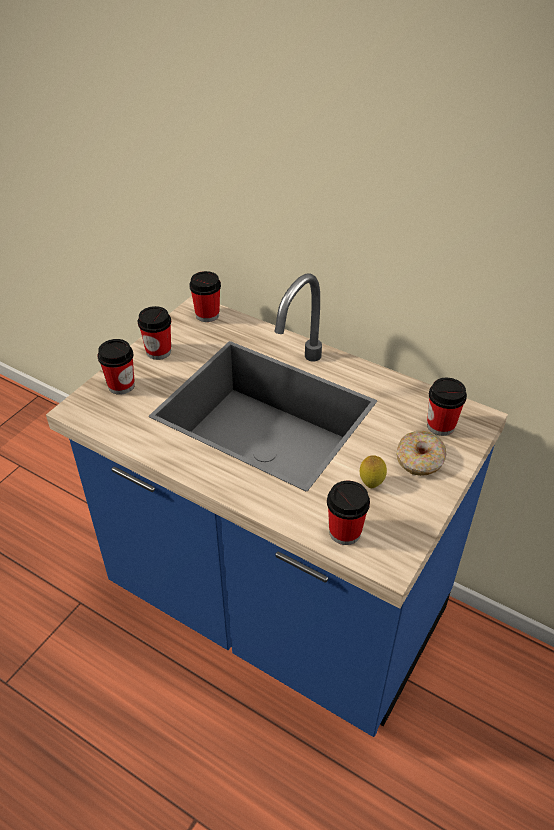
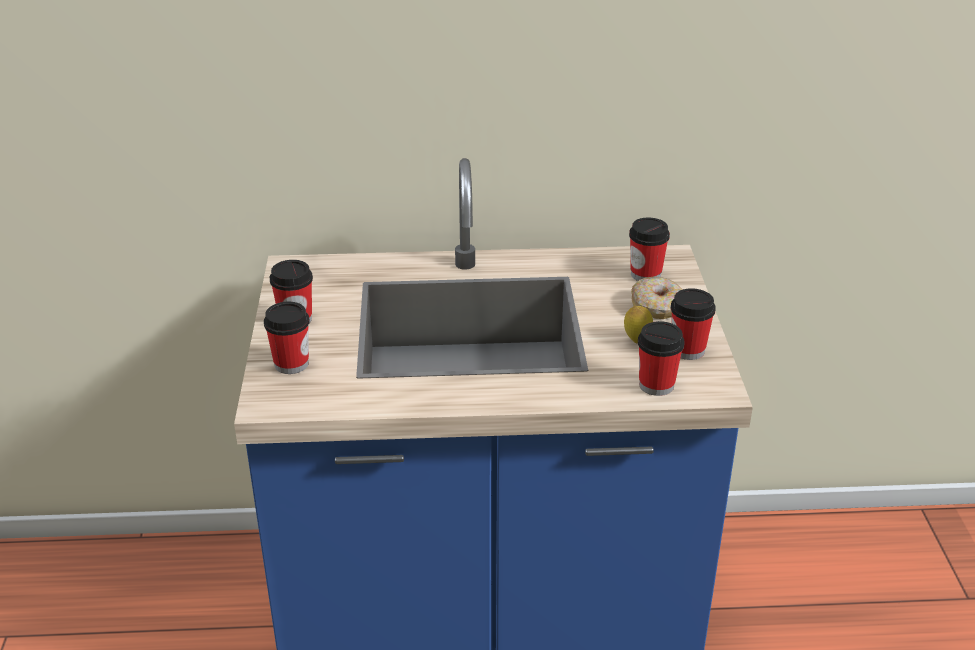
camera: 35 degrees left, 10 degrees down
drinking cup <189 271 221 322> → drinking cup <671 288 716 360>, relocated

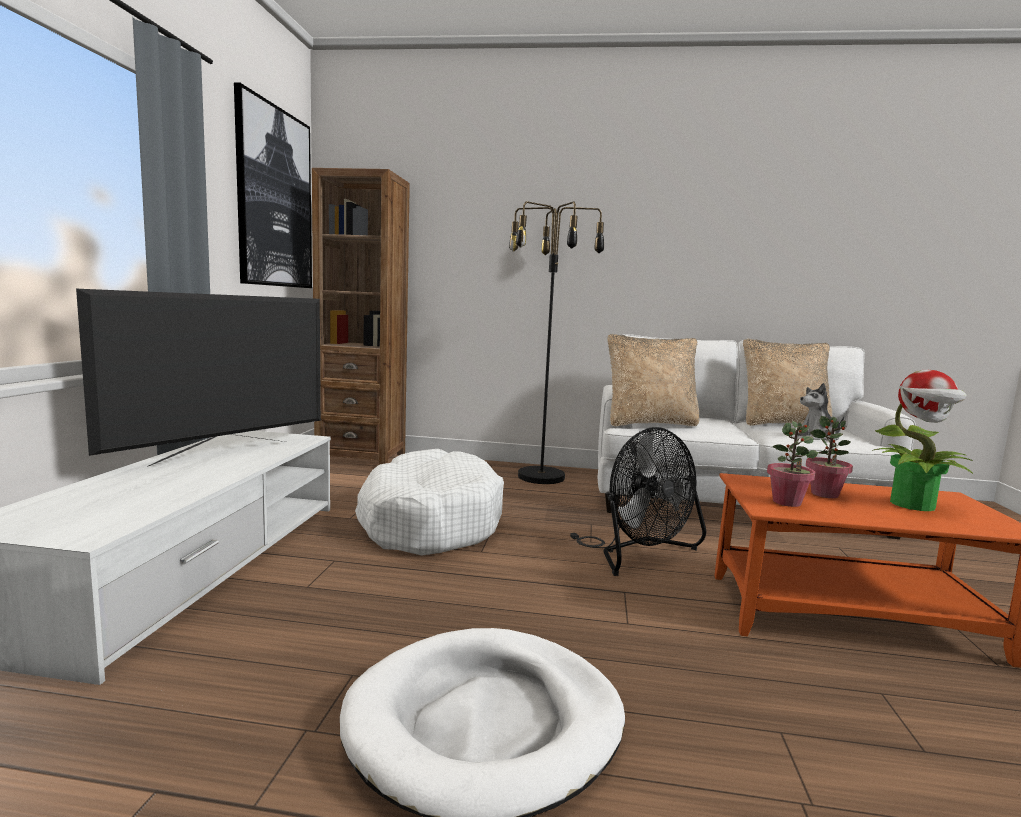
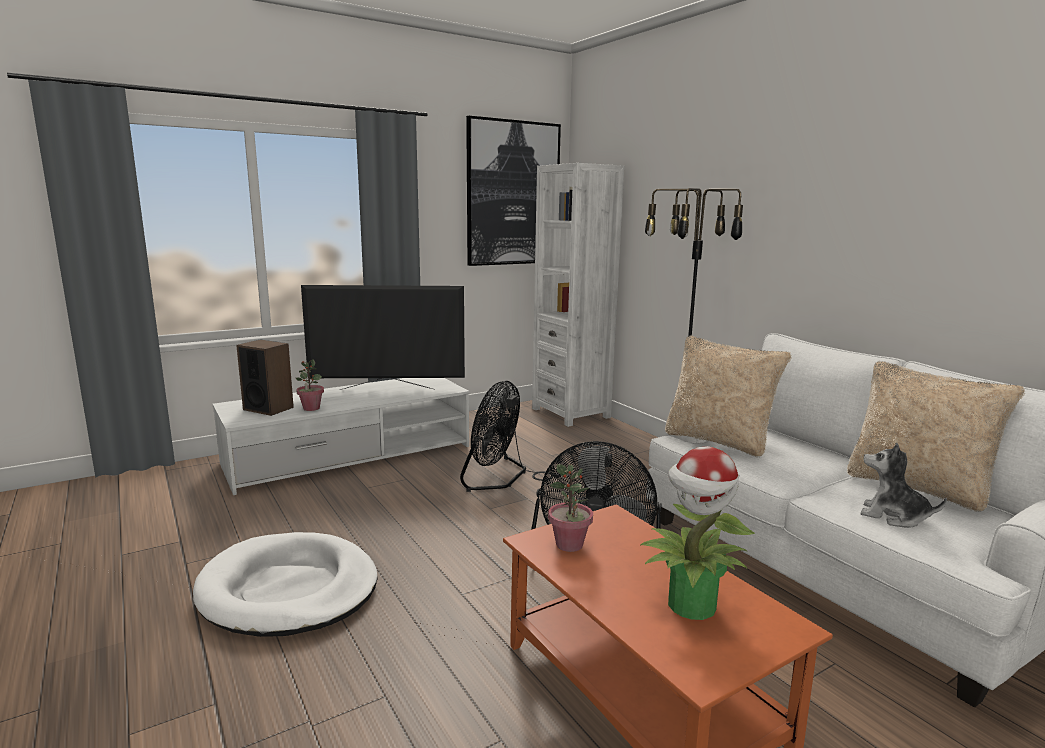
camera: 50 degrees right, 5 degrees up
brown-coloured shelving unit <312 168 410 464> → white-coloured shelving unit <532 163 624 427>
white-coloured pet bed <355 449 504 556> → black cooling fan <460 381 562 492>
potted plant <806 416 853 498> → potted plant <296 359 324 411>, relocated
- → audio speaker <236 340 294 416>

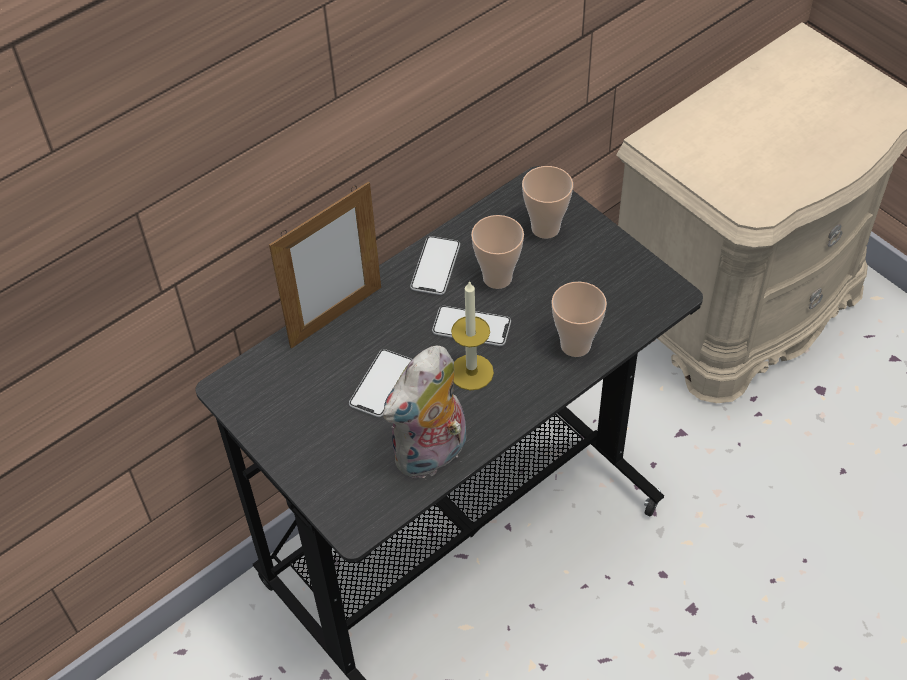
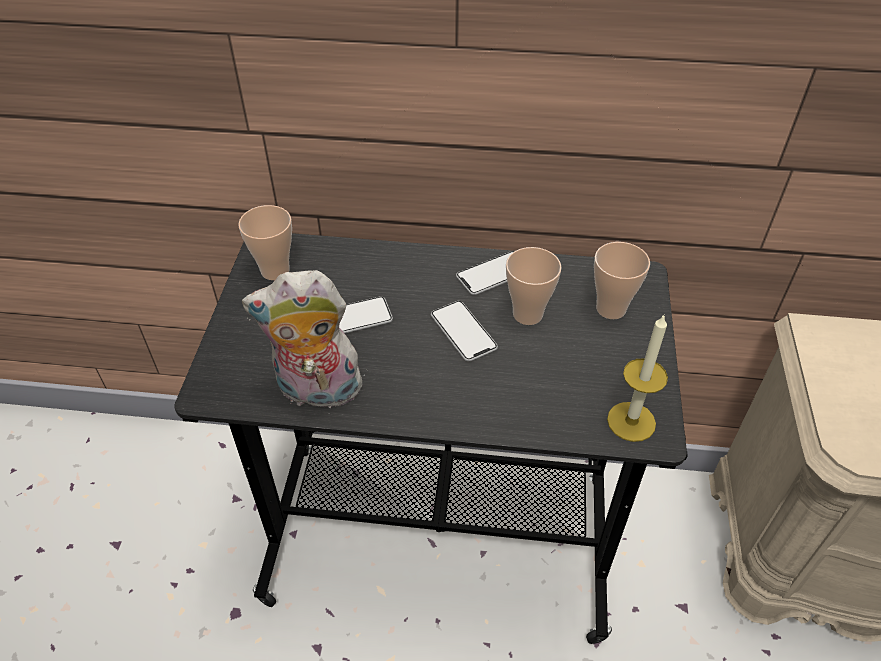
camera: 45 degrees right, 5 degrees down
picture frame <269 181 381 348> → -
wax light <451 280 494 390> → wax light <607 314 668 442>, relocated
drinking cup <551 282 607 357> → drinking cup <238 205 292 280>, relocated

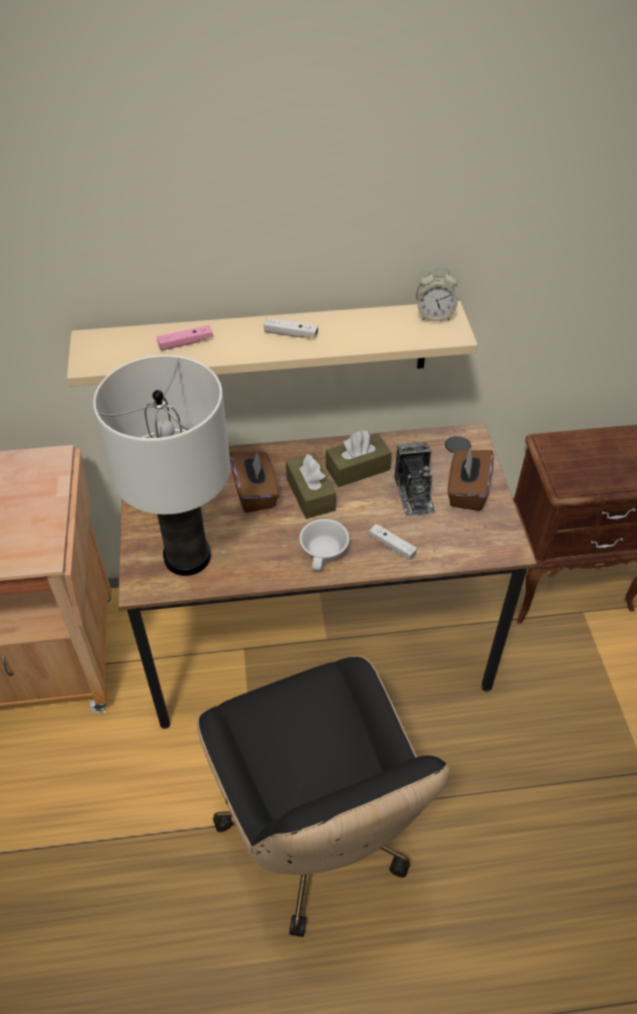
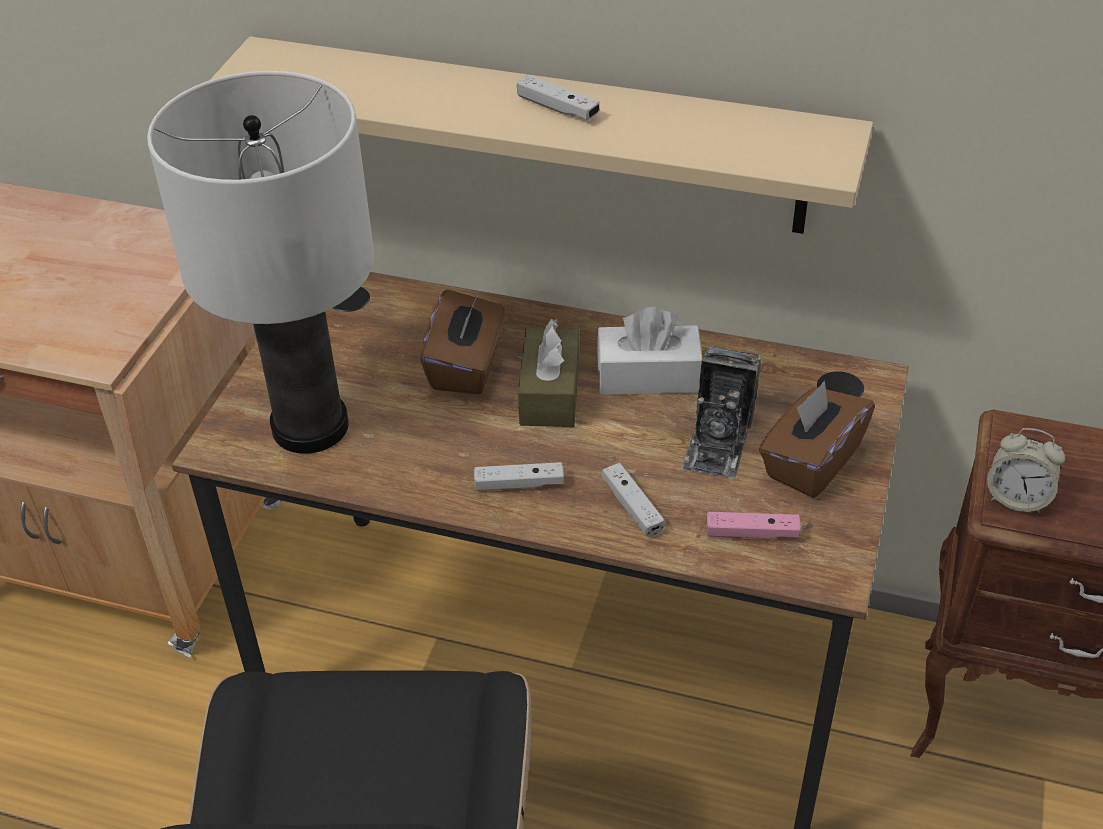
camera: 25 degrees right, 5 degrees down
pink game controller <157 325 213 350> → pink game controller <706 512 801 539>, relocated
white-coloured drinking cup <299 519 349 571> → white-coloured game controller <474 462 564 491>
brown-coloured box of tissues <326 431 392 487> → white-coloured box of tissues <597 307 702 395>
alarm clock <416 268 458 322> → alarm clock <987 428 1065 513>, relocated

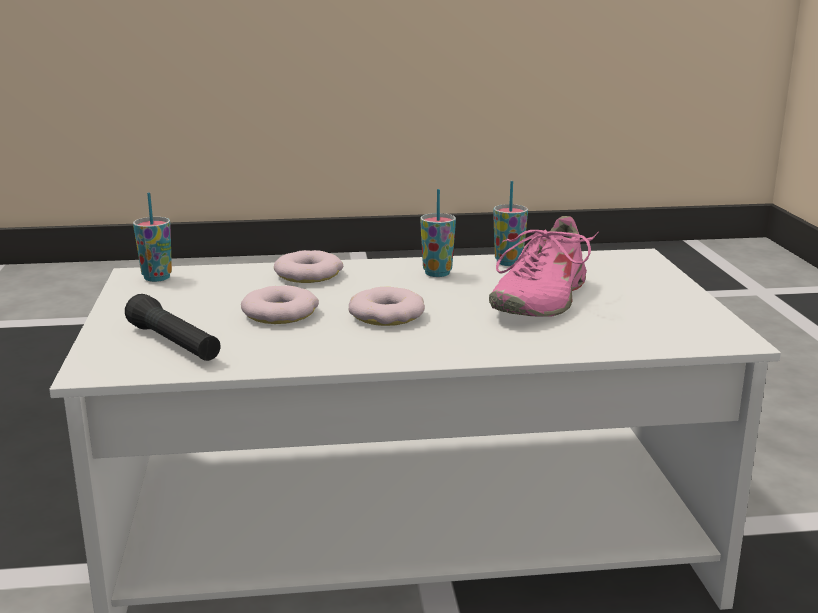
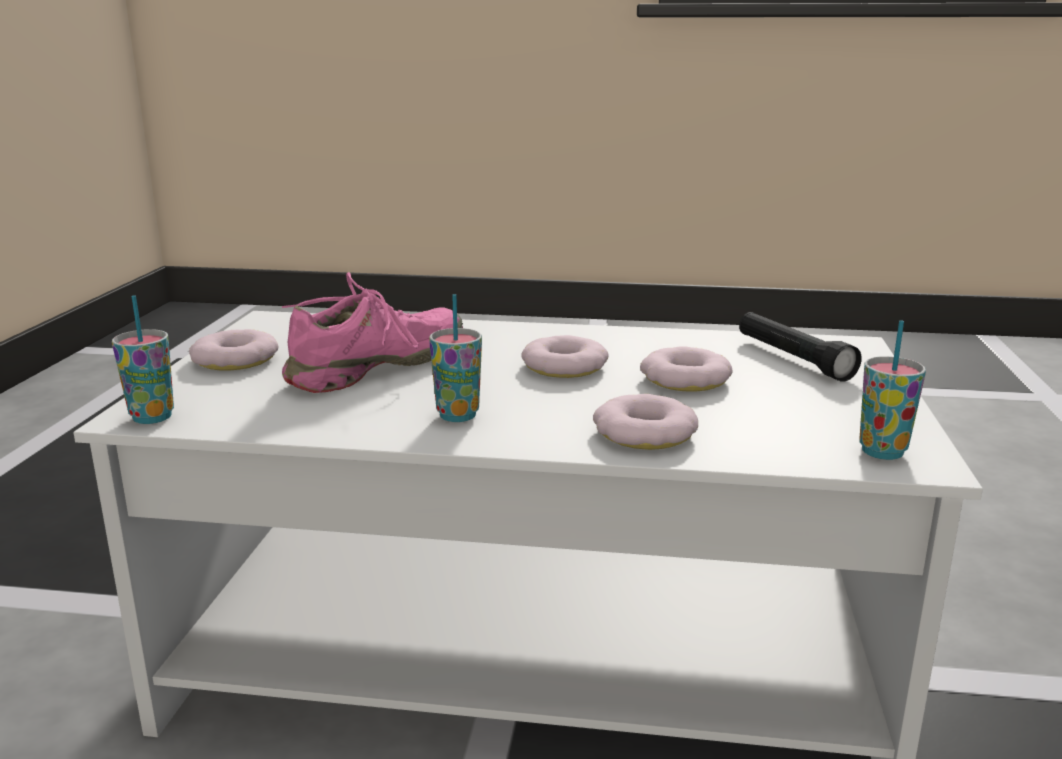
camera: 165 degrees left, 0 degrees up
drinking cup <493 181 528 266> → drinking cup <112 295 174 424>, relocated
- → doughnut <189 329 278 370>

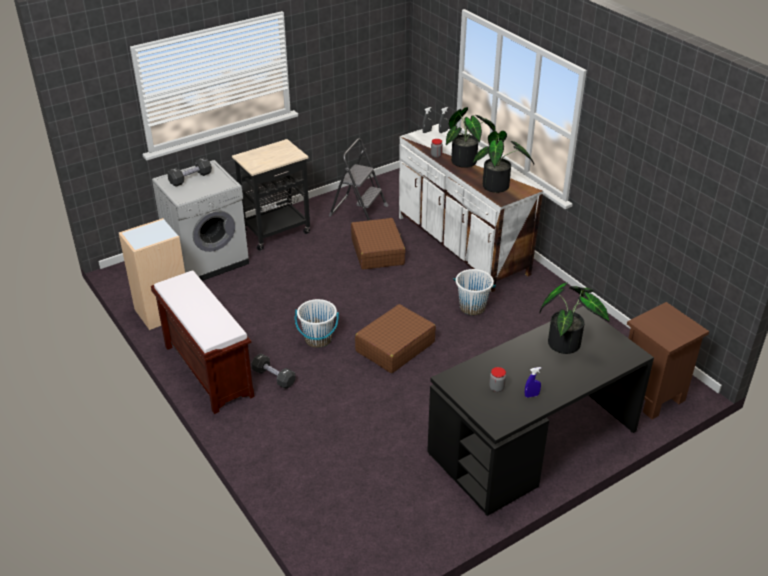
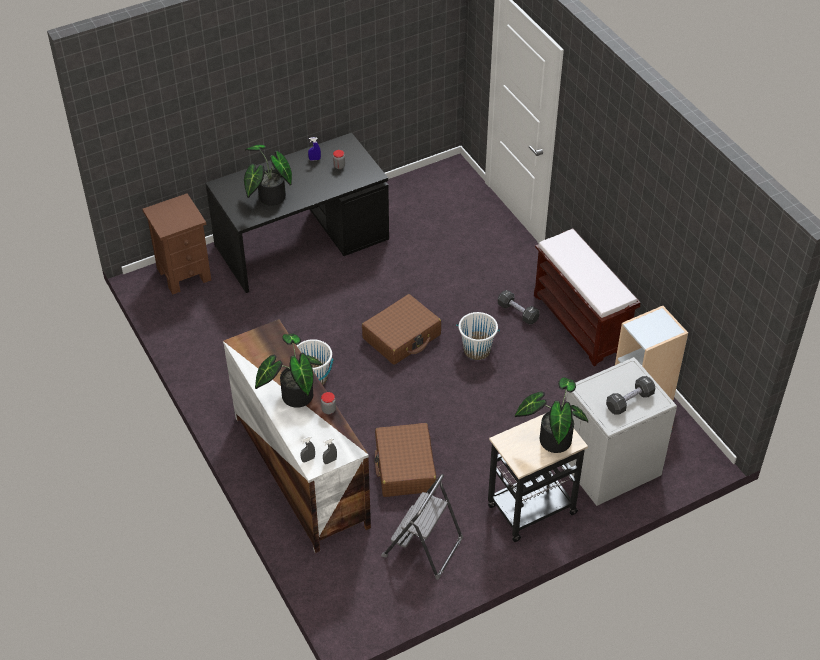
camera: 175 degrees left, 10 degrees up
potted plant <473 131 534 193> → potted plant <515 377 588 453>, relocated

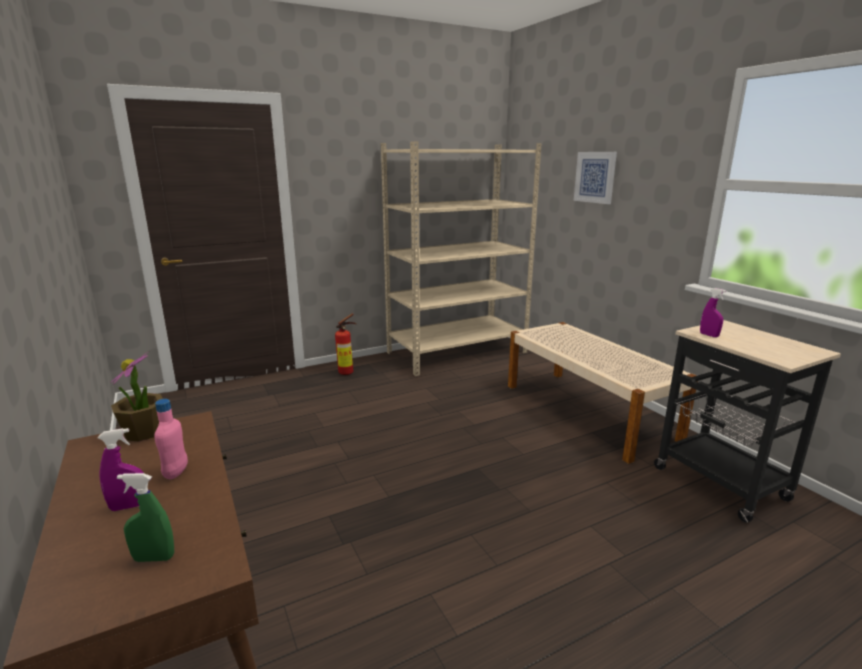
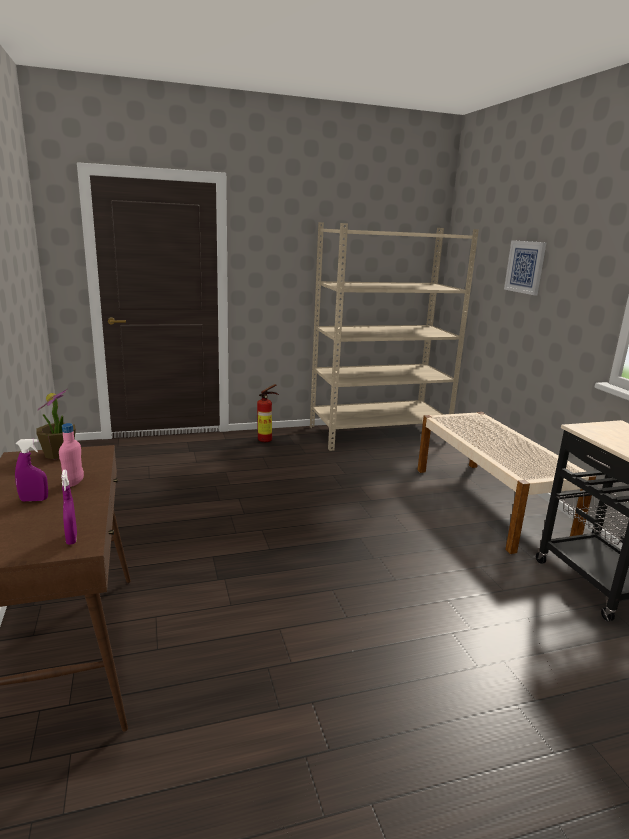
camera: 10 degrees right, 0 degrees up
green-coloured hand sprayer <117 473 174 562> → -
purplish hand sprayer <700 288 726 337> → purplish hand sprayer <61 469 77 545>, relocated

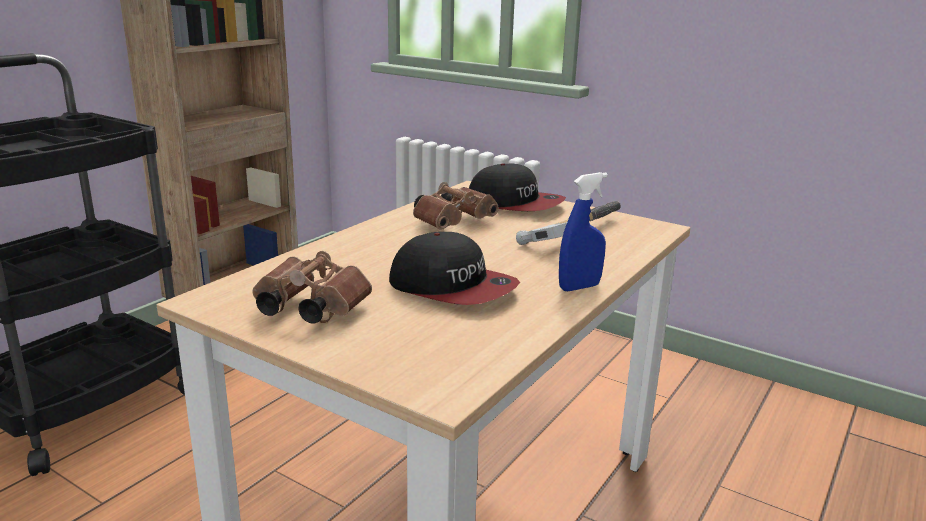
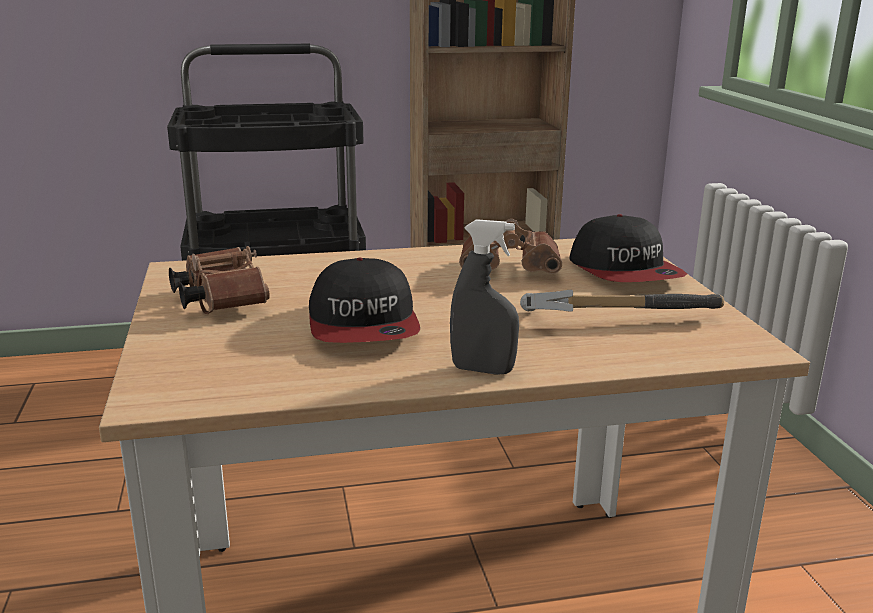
camera: 45 degrees right, 0 degrees up
blue-coloured hand sprayer <559 172 608 291> → greyish hand sprayer <450 219 519 375>

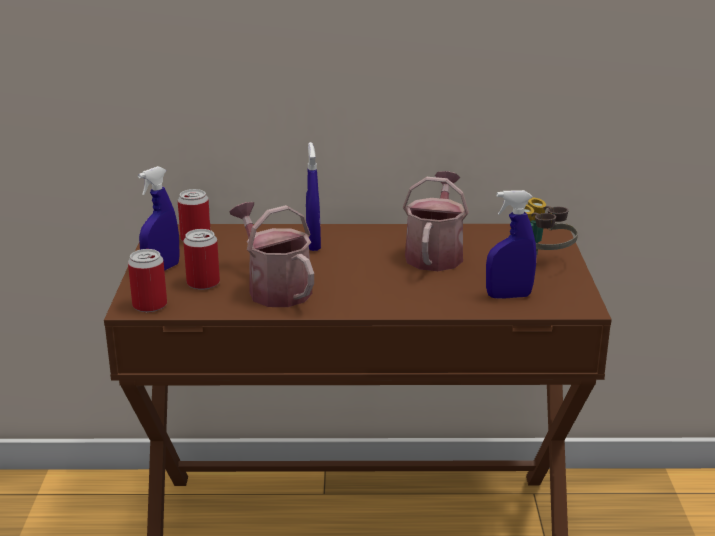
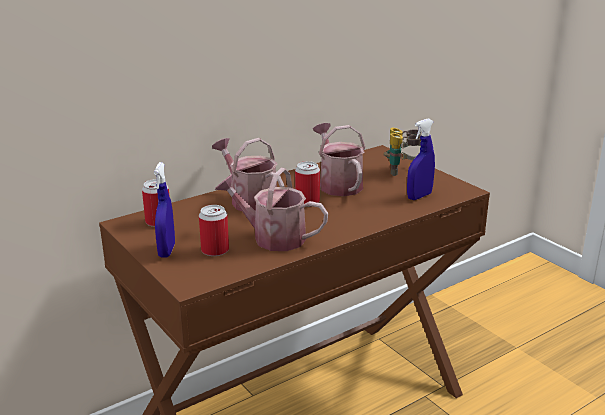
camera: 35 degrees left, 0 degrees up
can <128 249 167 312> → can <295 161 320 207>, relocated
blue-coloured hand sprayer <306 142 321 251> → watering pot <212 138 285 211>

